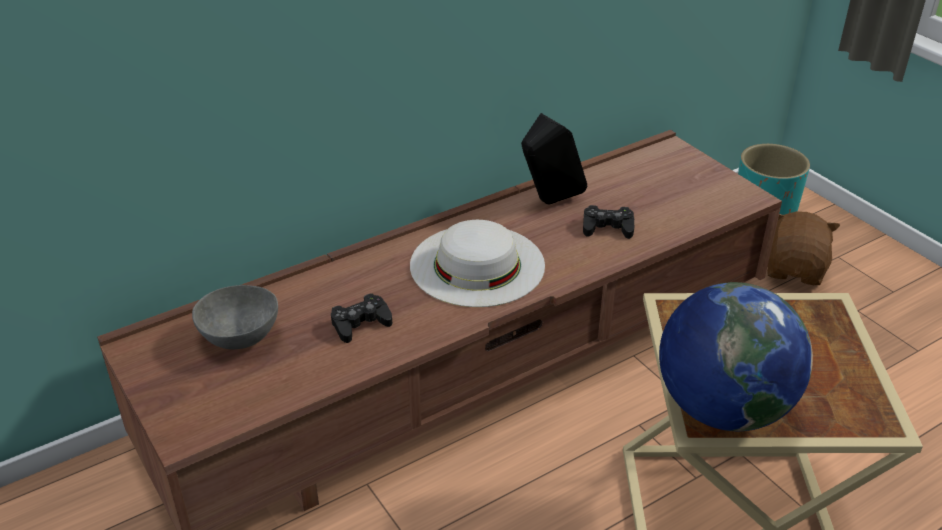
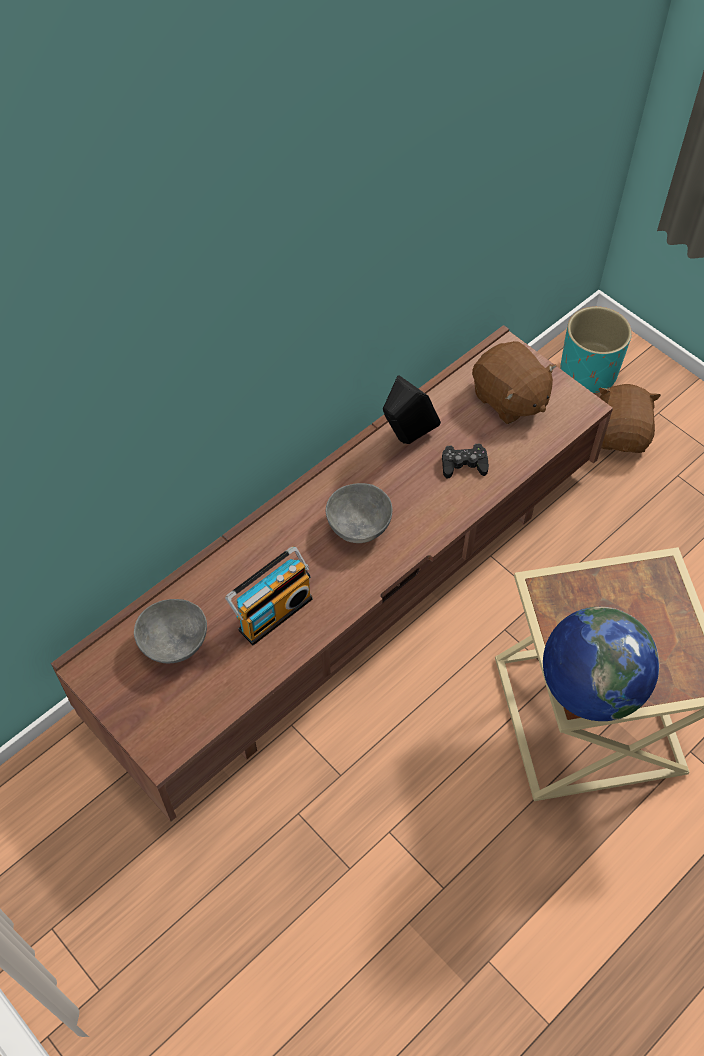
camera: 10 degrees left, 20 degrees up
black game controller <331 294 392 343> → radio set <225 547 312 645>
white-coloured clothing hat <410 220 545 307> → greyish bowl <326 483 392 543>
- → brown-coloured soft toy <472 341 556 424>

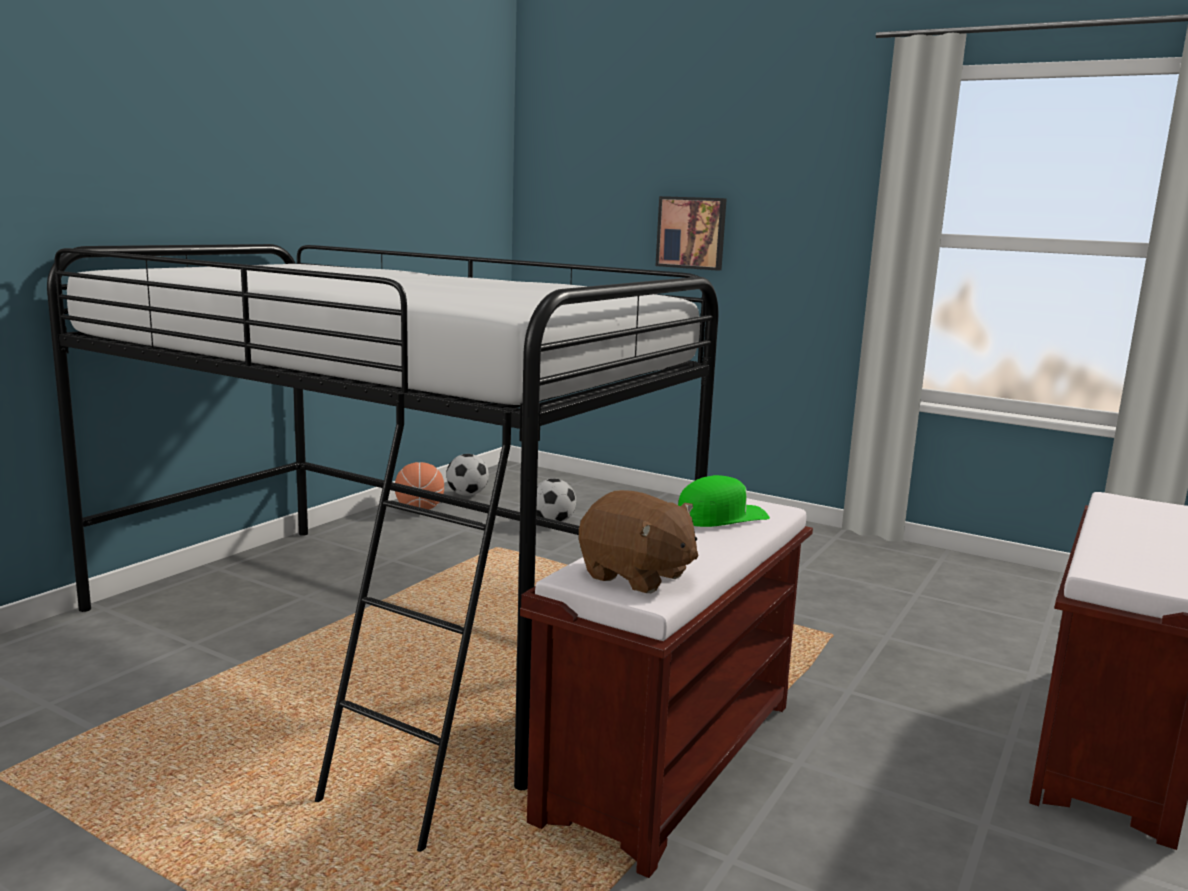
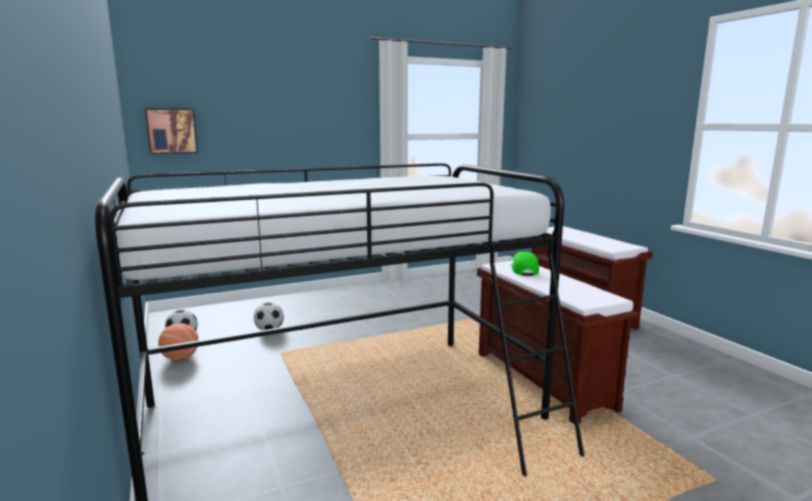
camera: 55 degrees left, 0 degrees up
brown-coloured soft toy <579 490 698 593> → -
wall picture <655 196 727 271> → wall picture <145 108 198 154>, relocated

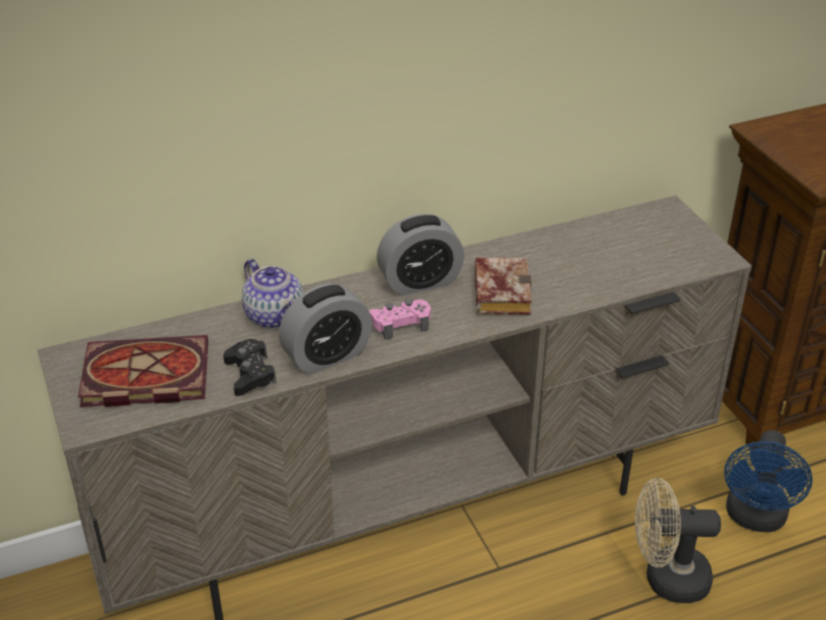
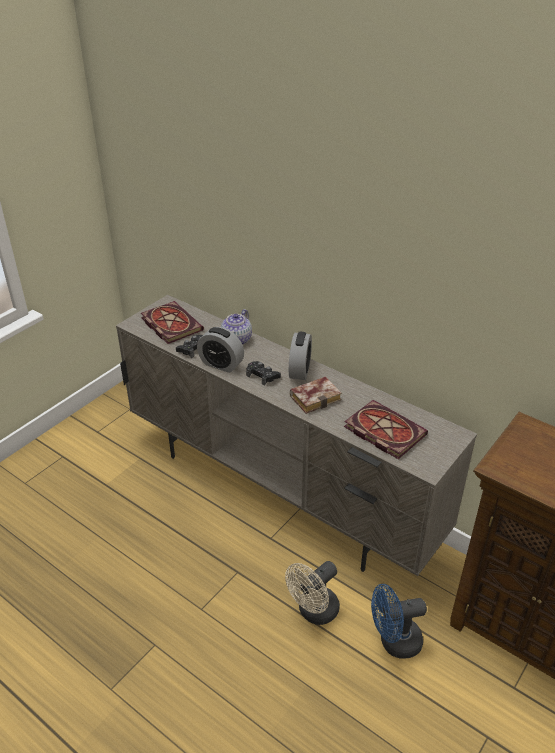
camera: 60 degrees right, 0 degrees up
pink game controller <369 299 431 340> → black game controller <246 361 281 386>
alarm clock <377 214 464 296> → alarm clock <289 332 312 380>, 120 degrees counterclockwise
sand-coloured cooling fan <635 478 721 603> → sand-coloured cooling fan <285 561 340 625>, 105 degrees counterclockwise
- → book <344 400 428 459>

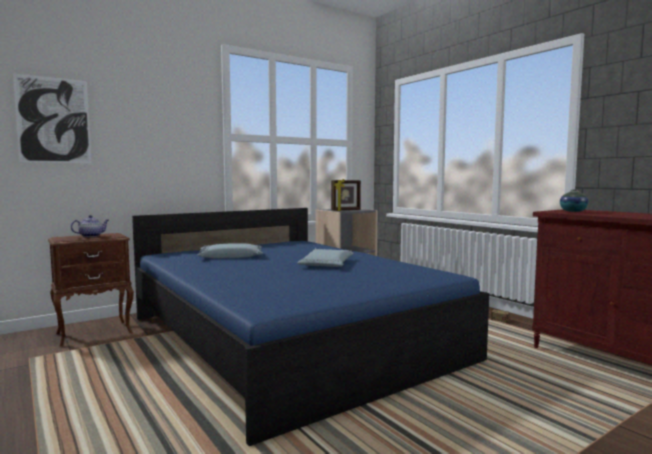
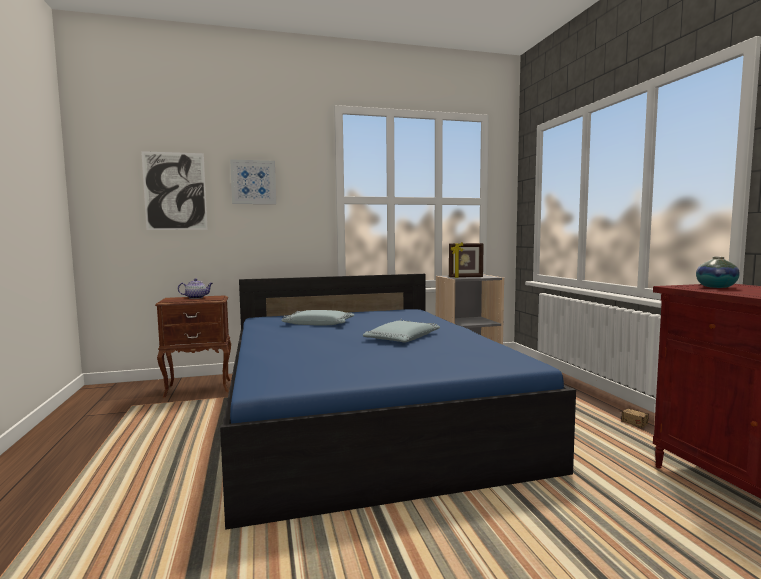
camera: 20 degrees right, 0 degrees up
- → wall picture <230 159 276 204>

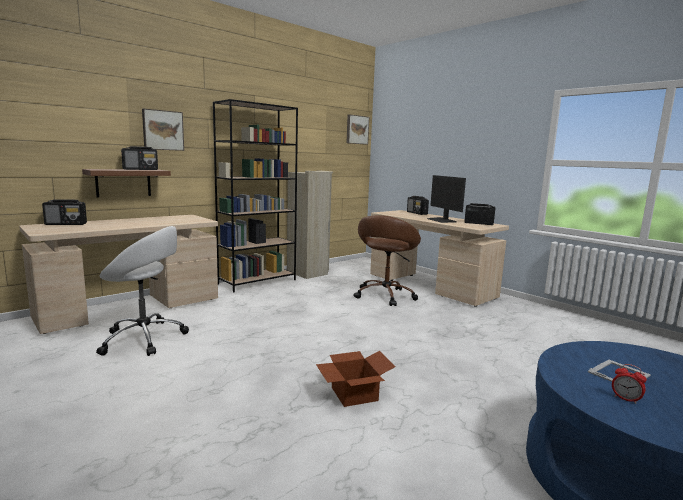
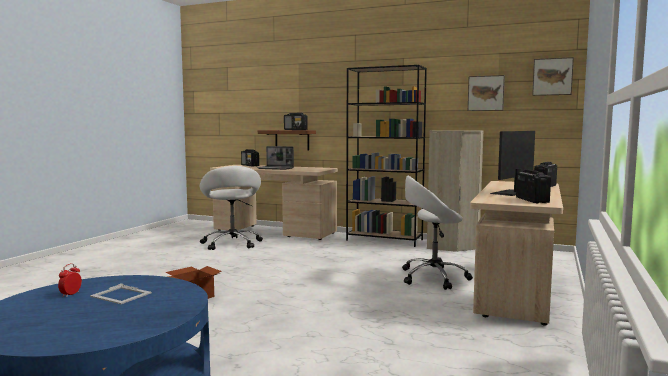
camera: 65 degrees right, 5 degrees down
wall picture <142 109 184 151> → wall picture <468 75 505 111>, relocated
brown-coloured desk chair <353 215 421 306> → white-coloured desk chair <402 176 473 290>
- → laptop <257 146 294 170>

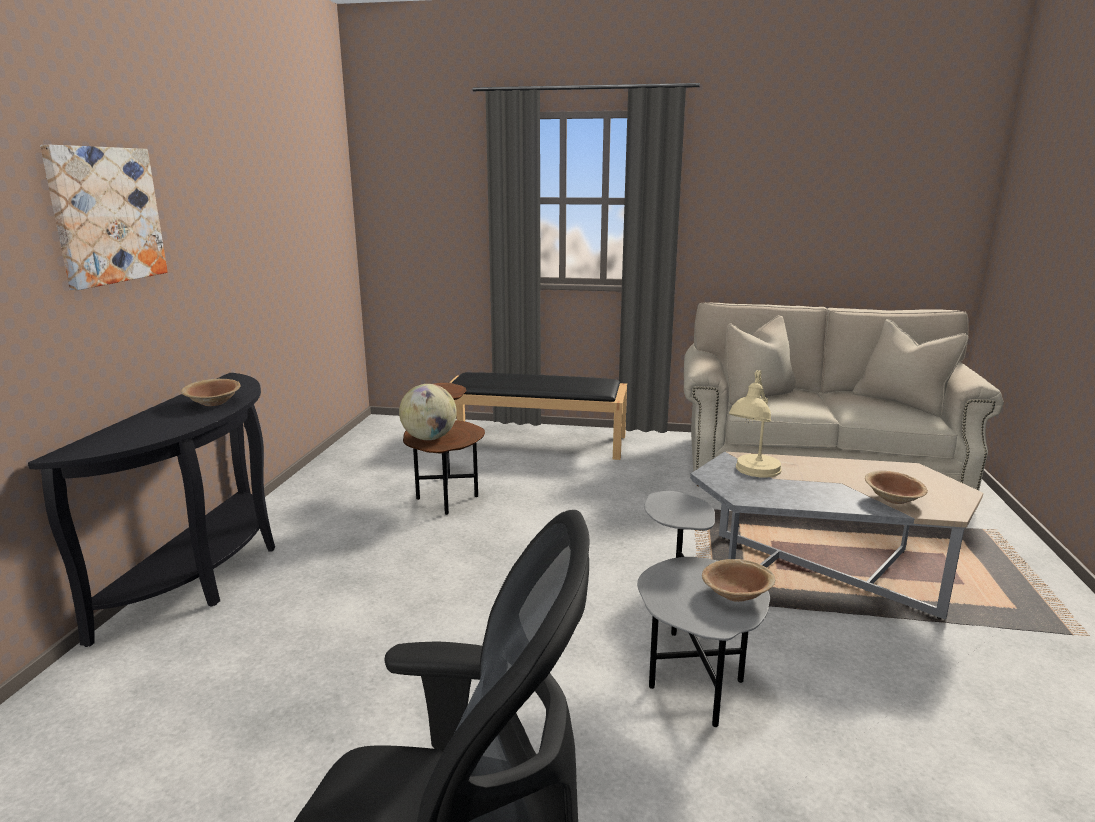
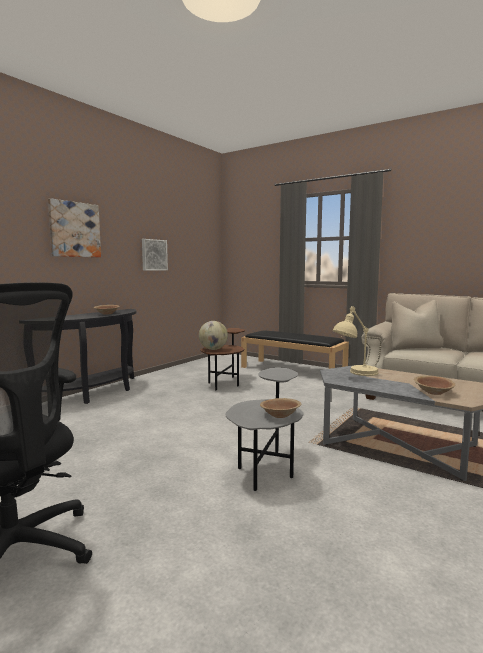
camera: 25 degrees right, 10 degrees down
- → wall picture <142 239 168 271>

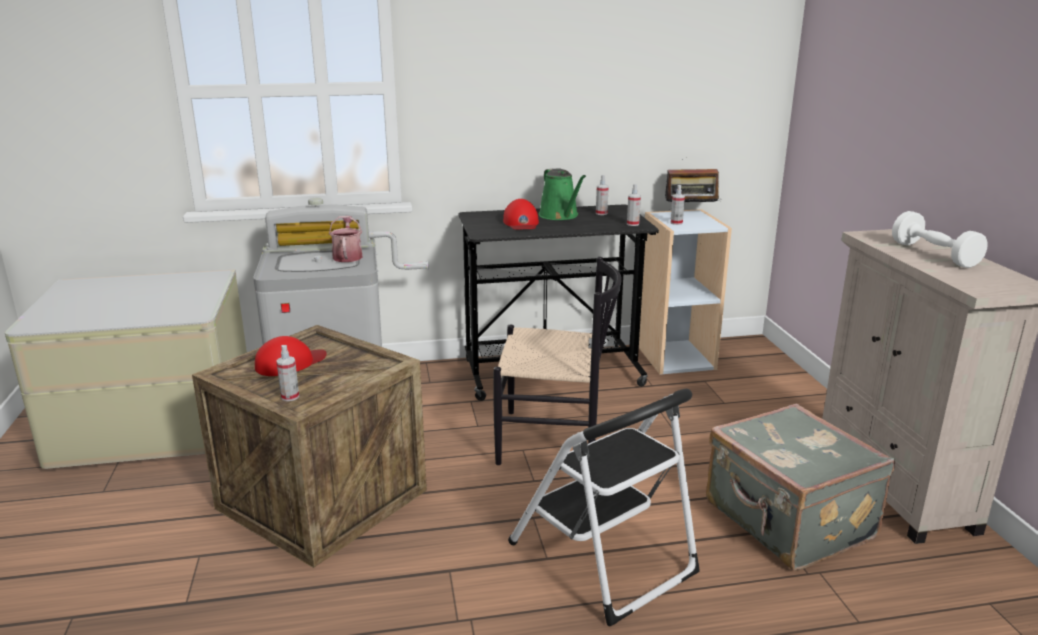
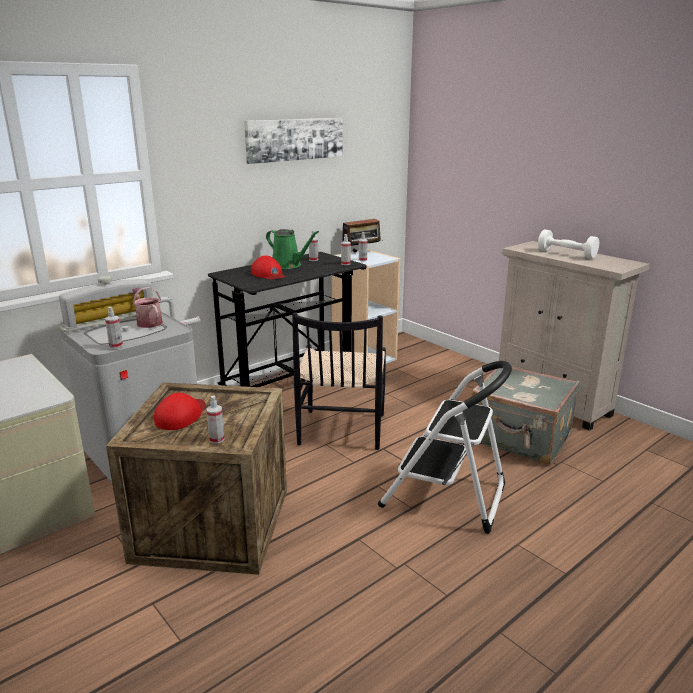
camera: 30 degrees left, 0 degrees up
black chair <493 257 622 465> → black chair <292 312 386 450>, 120 degrees clockwise
- → hand sprayer <105 307 123 348>
- → wall picture <244 118 343 164>

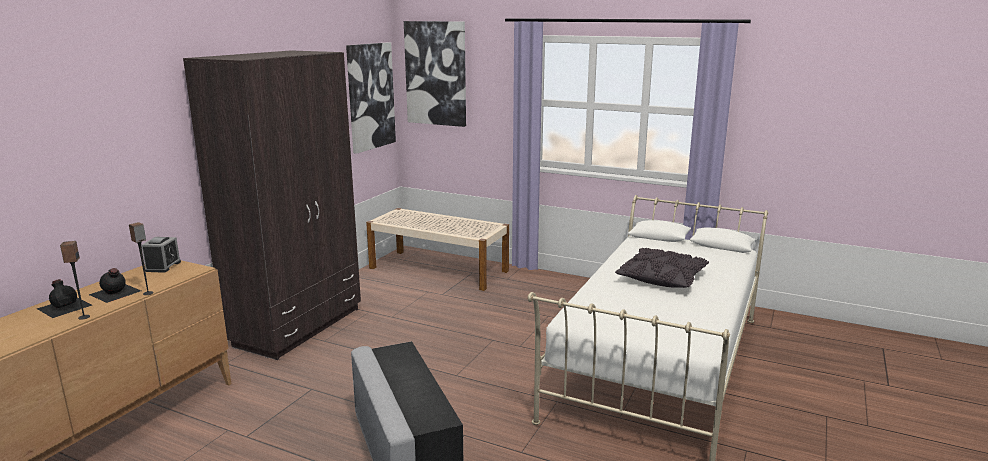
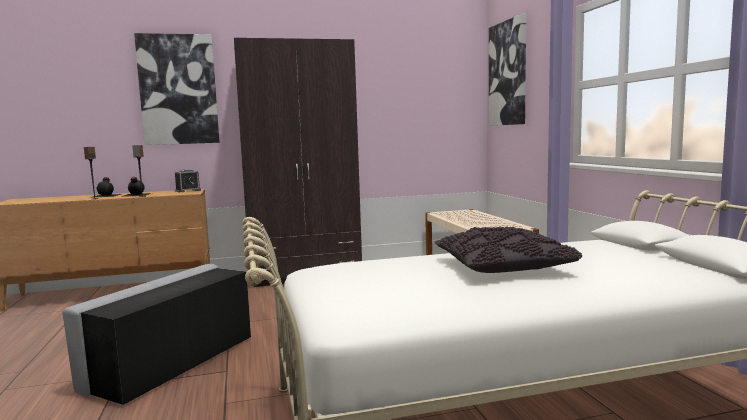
camera: 50 degrees right, 10 degrees down
wall picture <346 42 396 154> → wall picture <134 33 220 145>, relocated

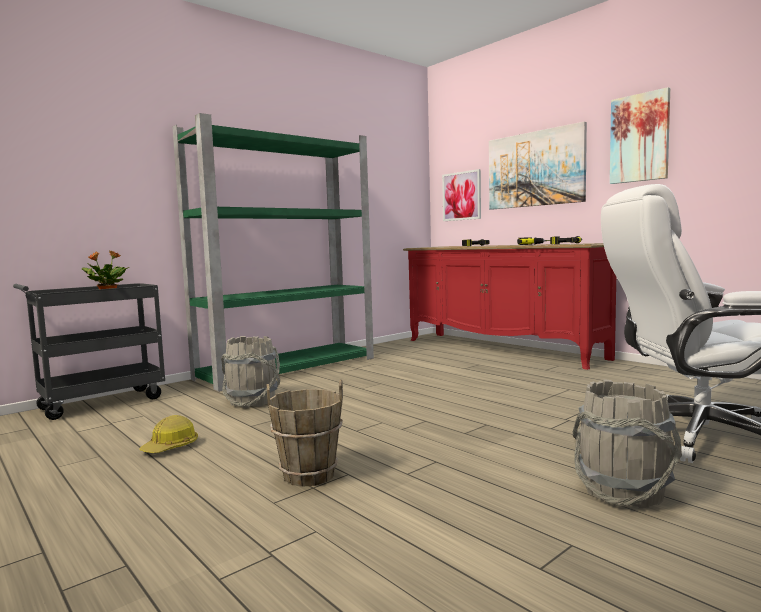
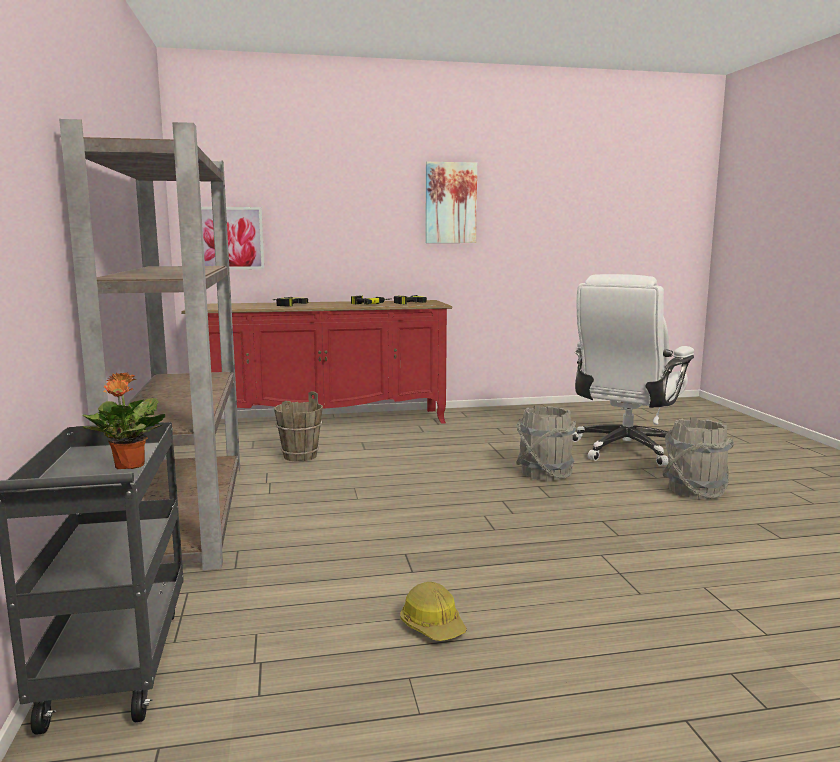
camera: 60 degrees left, 5 degrees up
green-coloured shelving unit <172 113 374 392> → brown-coloured shelving unit <59 119 240 571>
greyish pail <221 336 280 408> → greyish pail <516 406 577 482>, relocated
brown-coloured pail <267 380 343 487> → brown-coloured pail <274 391 323 462>, relocated
wall picture <489 121 587 210> → -

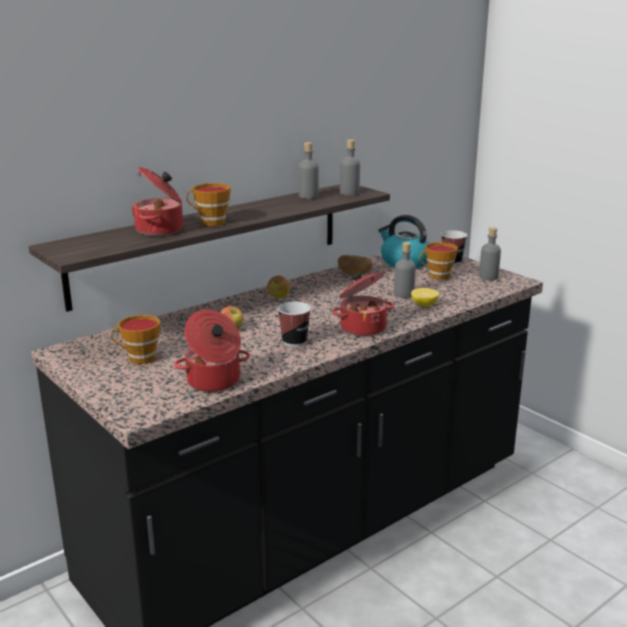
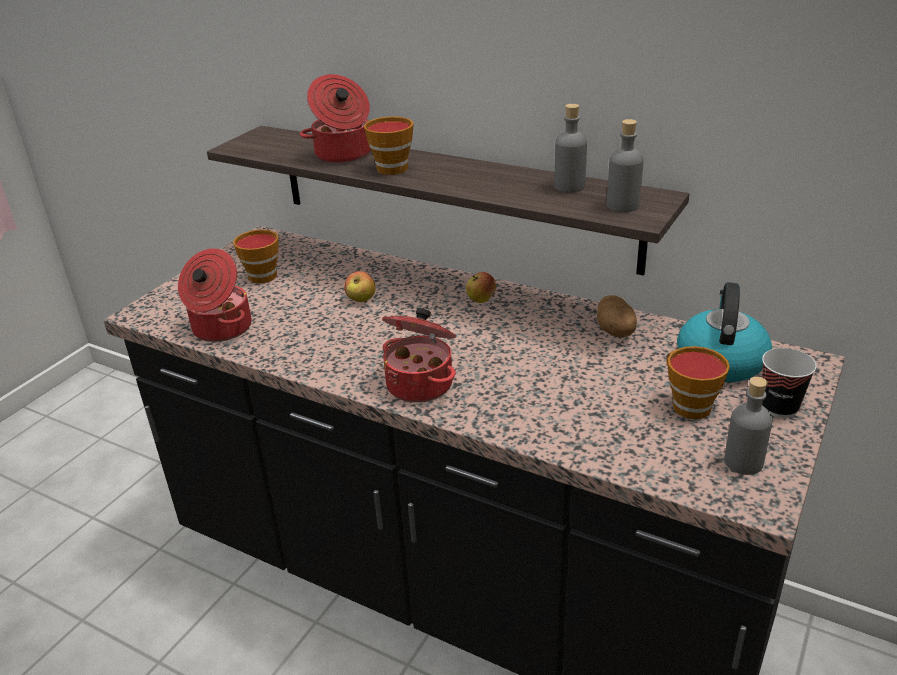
camera: 70 degrees right, 10 degrees up
drinking cup <278 302 311 347> → -
greyish drink bottle <394 242 416 298> → -
lemon <411 288 439 307> → -

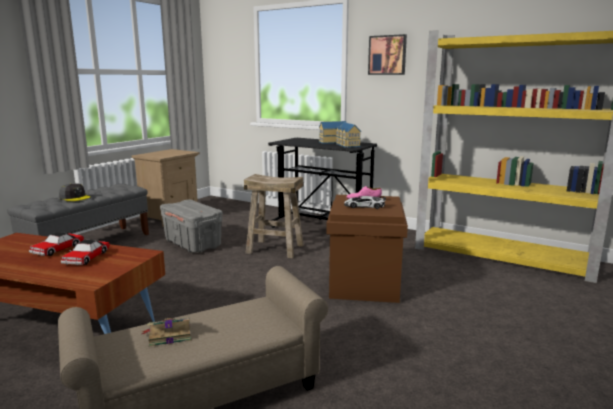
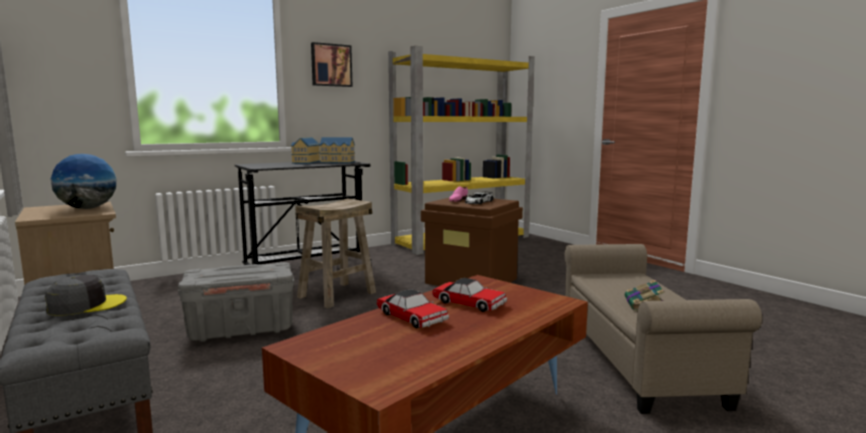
camera: 65 degrees left, 5 degrees down
- → globe <51 154 116 209>

